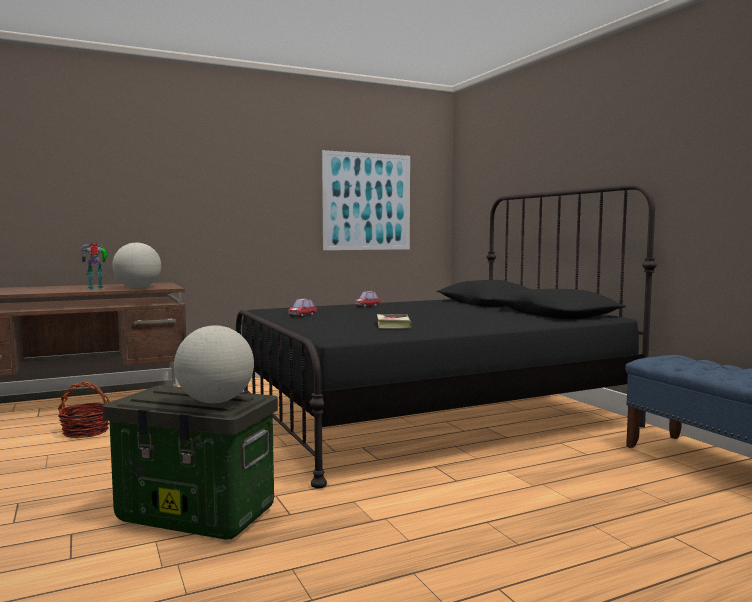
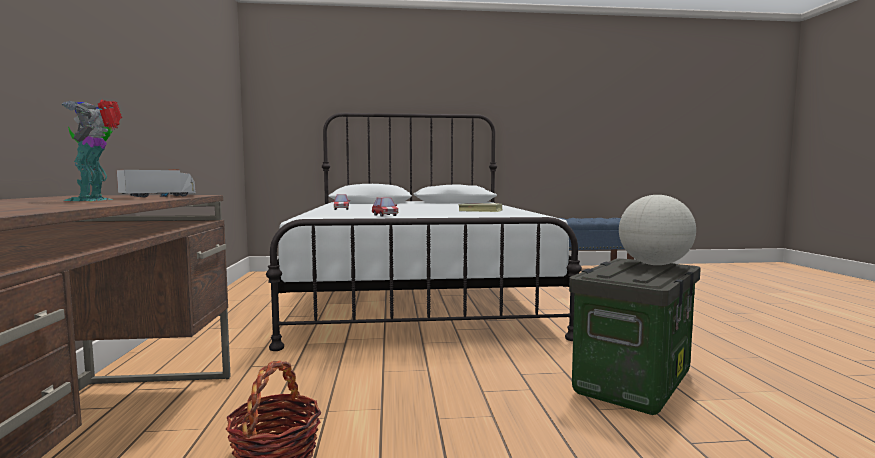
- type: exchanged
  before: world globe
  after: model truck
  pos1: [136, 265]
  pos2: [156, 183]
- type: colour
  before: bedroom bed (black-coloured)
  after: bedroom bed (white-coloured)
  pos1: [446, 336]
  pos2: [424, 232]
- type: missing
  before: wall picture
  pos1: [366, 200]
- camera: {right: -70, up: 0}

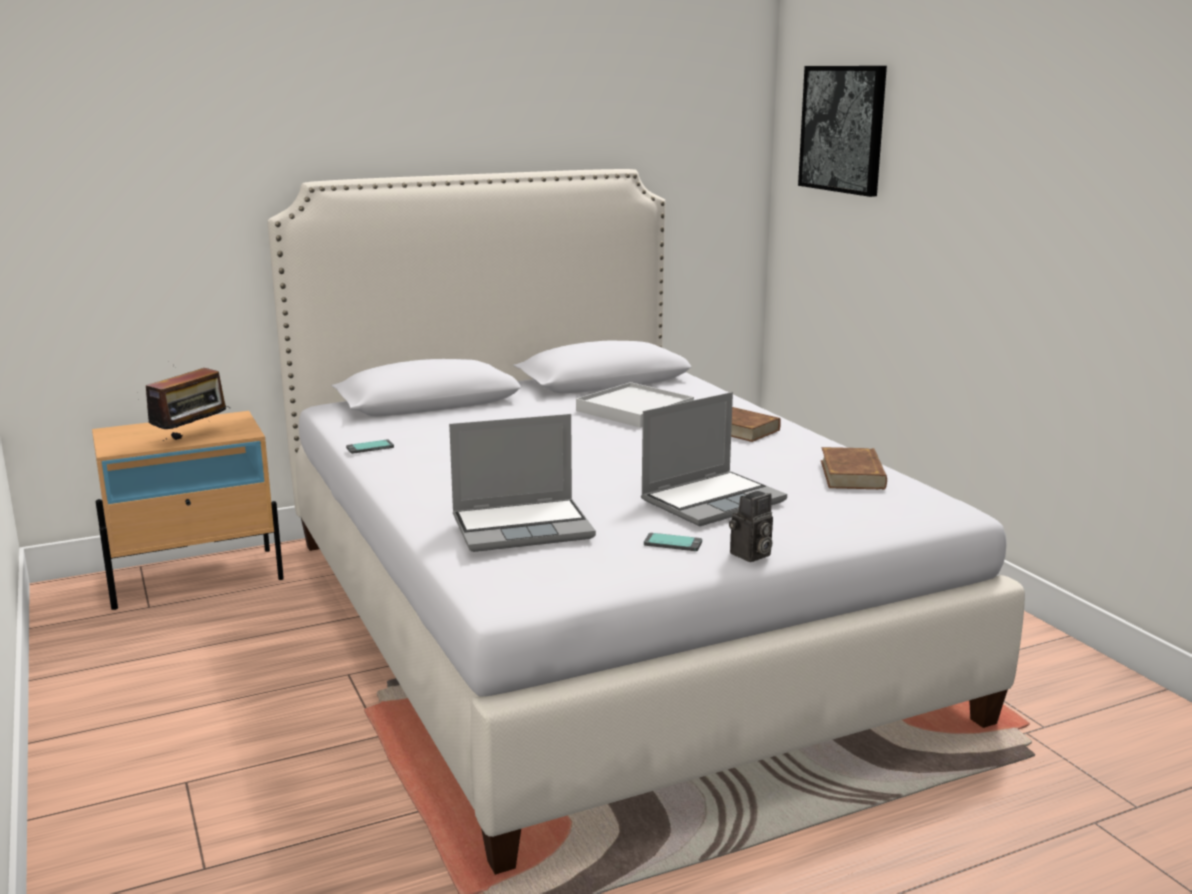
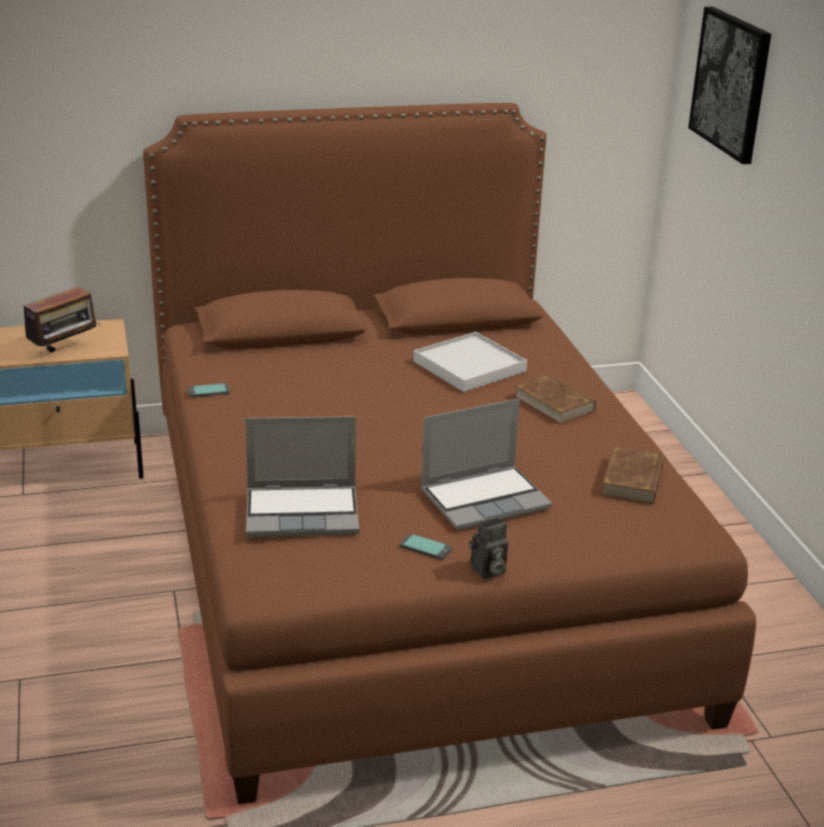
- type: colour
  before: bedroom bed (white-coloured)
  after: bedroom bed (brown)
  pos1: [646, 522]
  pos2: [449, 453]
- camera: {right: 10, up: 10}

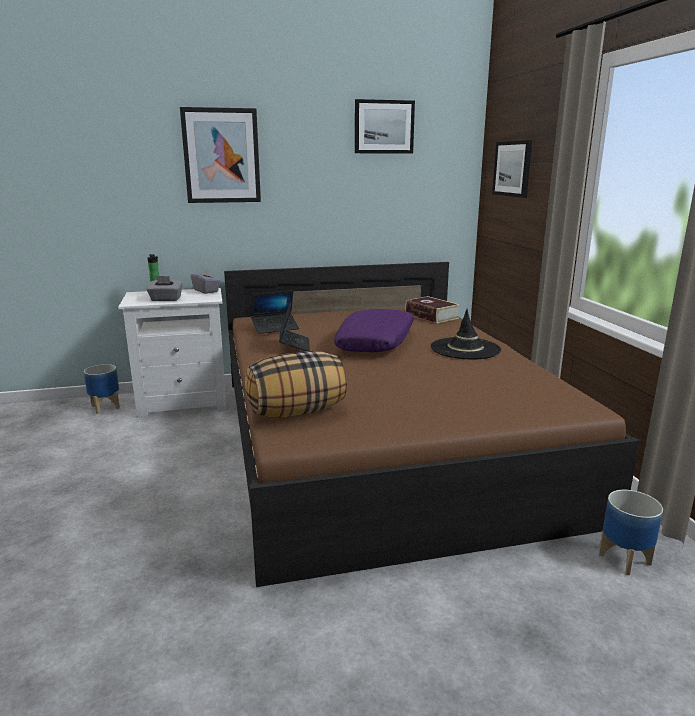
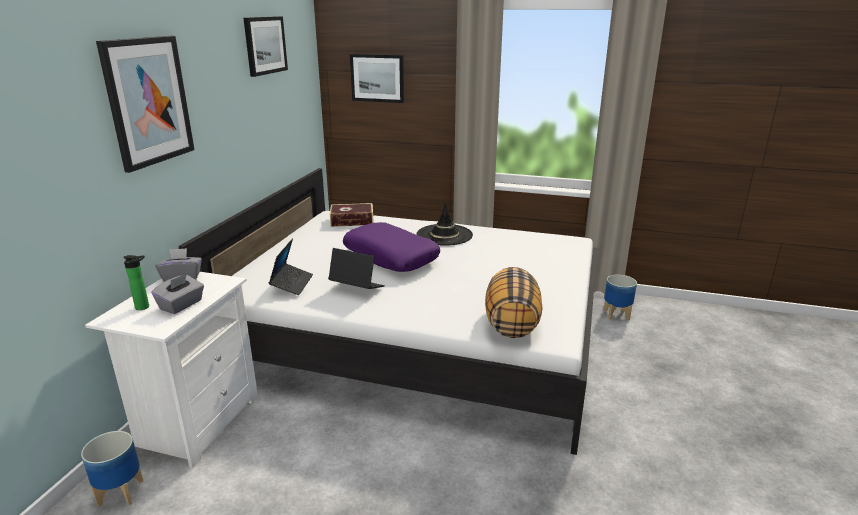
- type: colour
  before: bedroom bed (brown)
  after: bedroom bed (white-coloured)
  pos1: [432, 424]
  pos2: [387, 311]
- camera: {right: -60, up: 5}

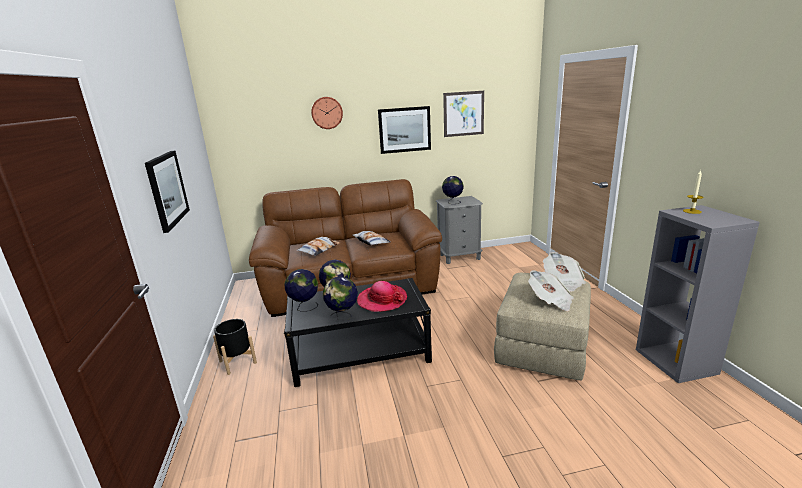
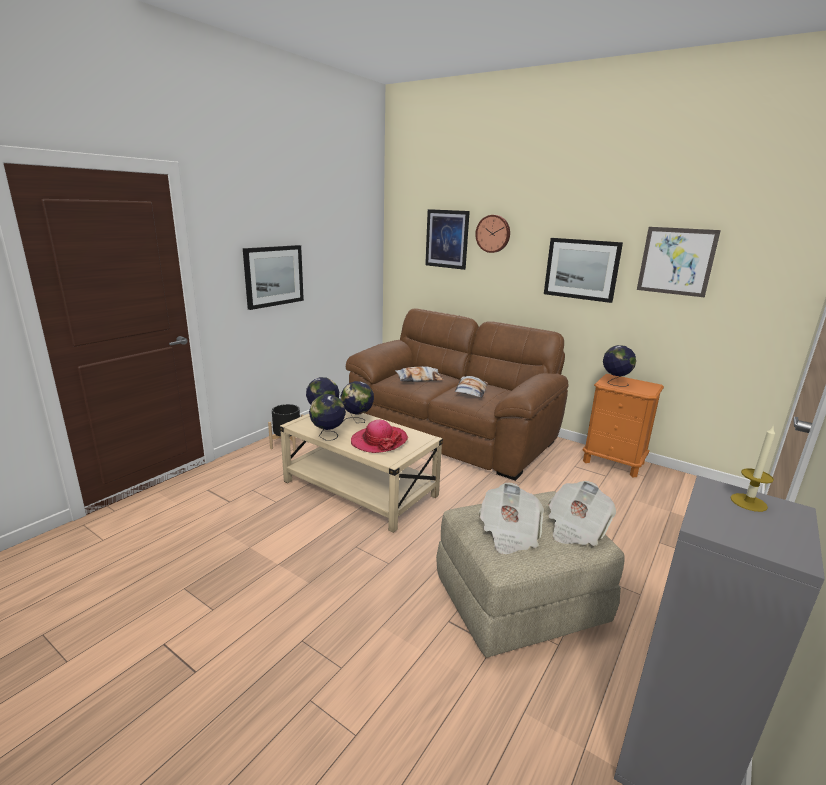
- type: colour
  before: coffee table (black-coloured)
  after: coffee table (beige-coloured)
  pos1: [358, 332]
  pos2: [361, 471]
- type: appeared
  after: wall picture
  pos2: [447, 239]
- type: colour
  before: night table (gray)
  after: night table (orangey)
  pos1: [459, 230]
  pos2: [623, 425]
- camera: {right: 45, up: 0}

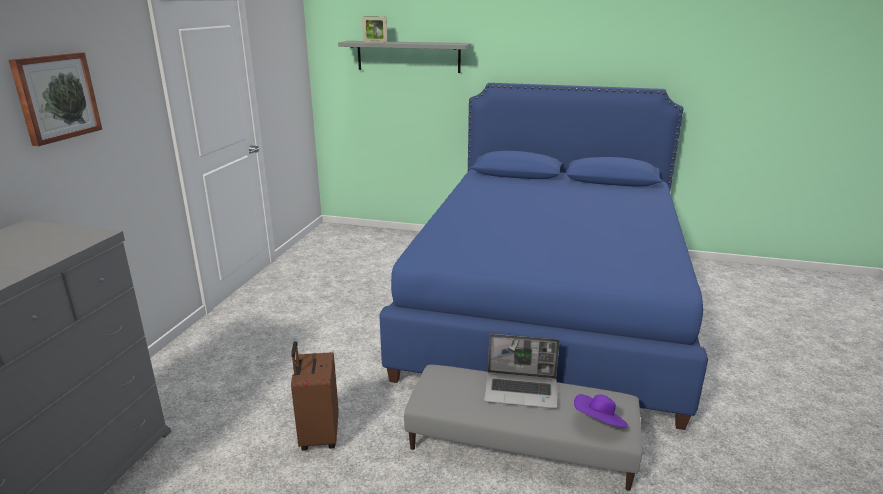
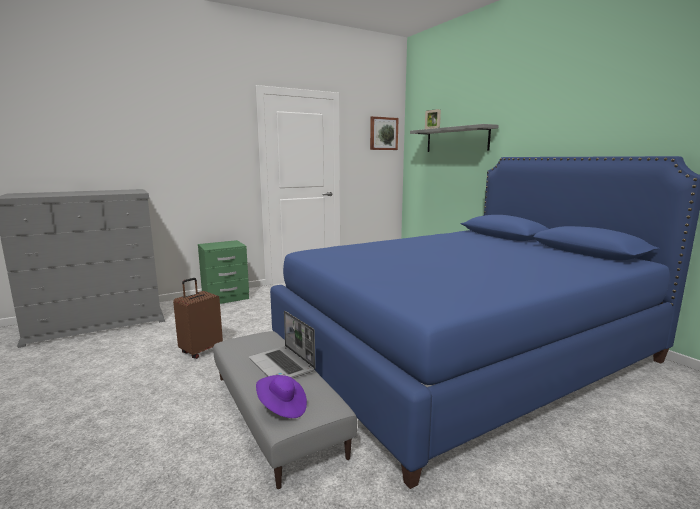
- type: appeared
  after: night table (green-coloured)
  pos2: [223, 272]
- type: relocated
  before: wall picture
  pos1: [55, 99]
  pos2: [384, 133]
- camera: {right: 45, up: -10}

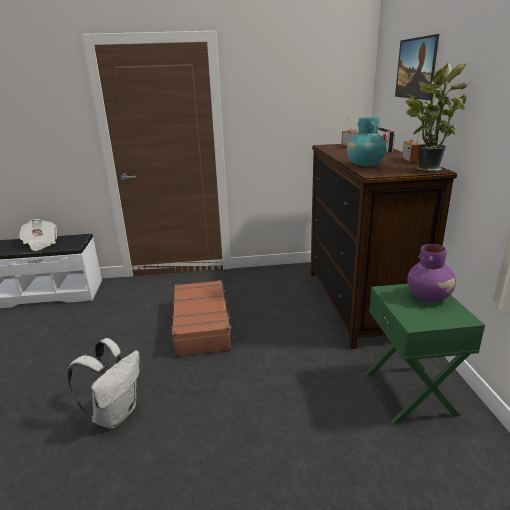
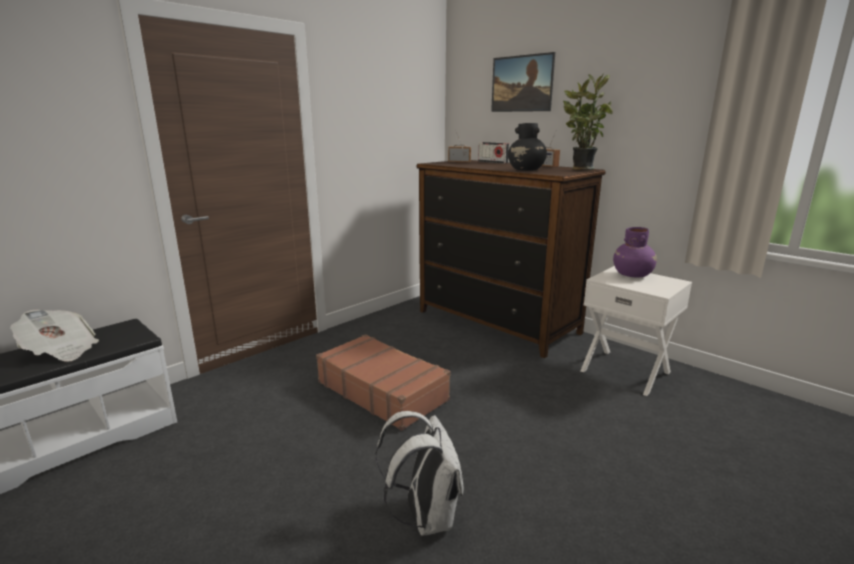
- type: colour
  before: vase (turquoise-coloured)
  after: vase (black-coloured)
  pos1: [367, 141]
  pos2: [527, 147]
- type: colour
  before: night table (green-coloured)
  after: night table (white-coloured)
  pos1: [425, 354]
  pos2: [636, 331]
- camera: {right: -40, up: -5}

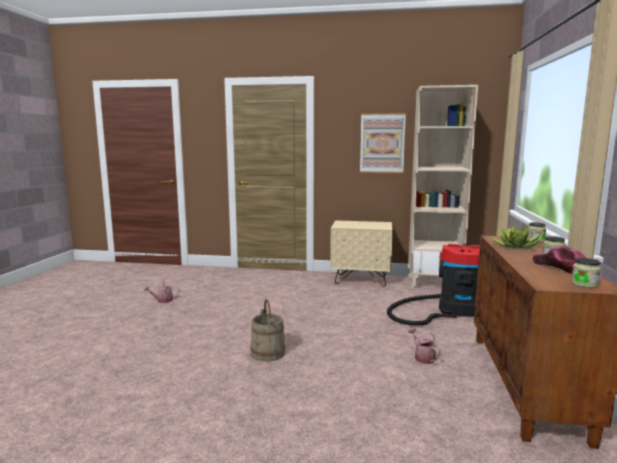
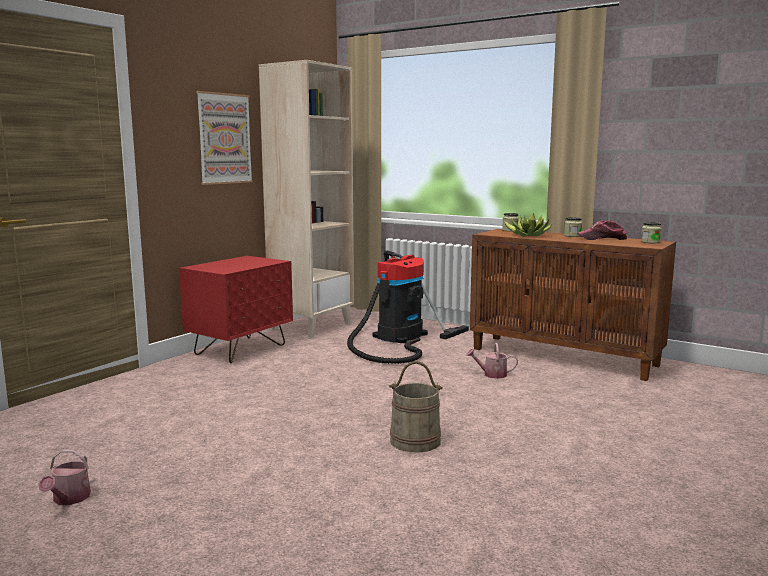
- type: colour
  before: night table (beige-coloured)
  after: night table (red-coloured)
  pos1: [361, 253]
  pos2: [236, 309]
- camera: {right: -65, up: 0}

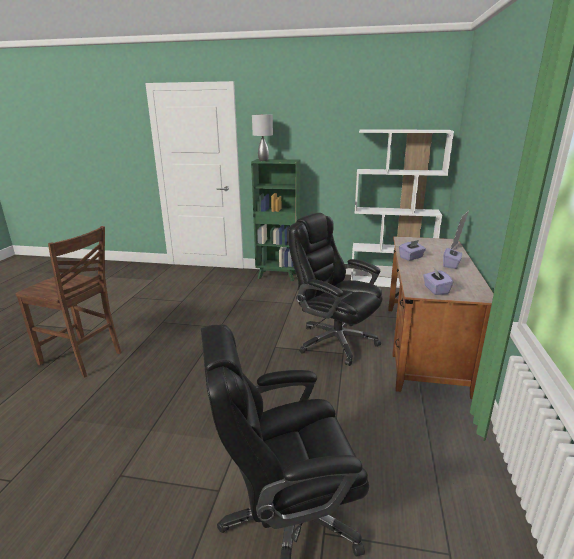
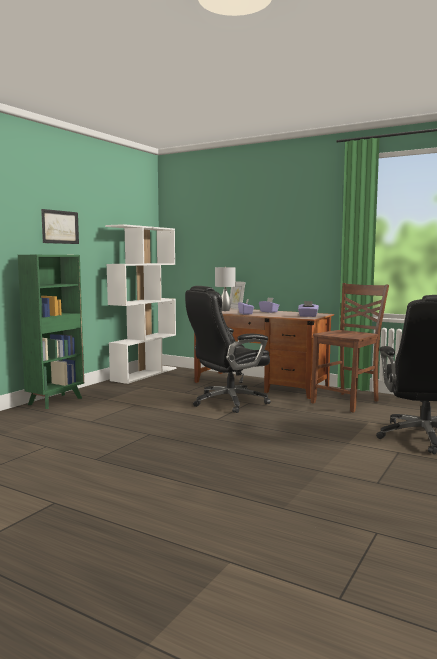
- type: appeared
  after: wall picture
  pos2: [60, 226]
- type: relocated
  before: lamp for a table (gray)
  pos1: [262, 137]
  pos2: [225, 289]
- type: relocated
  before: plain chair (brown)
  pos1: [68, 302]
  pos2: [350, 348]
- camera: {right: -70, up: -15}

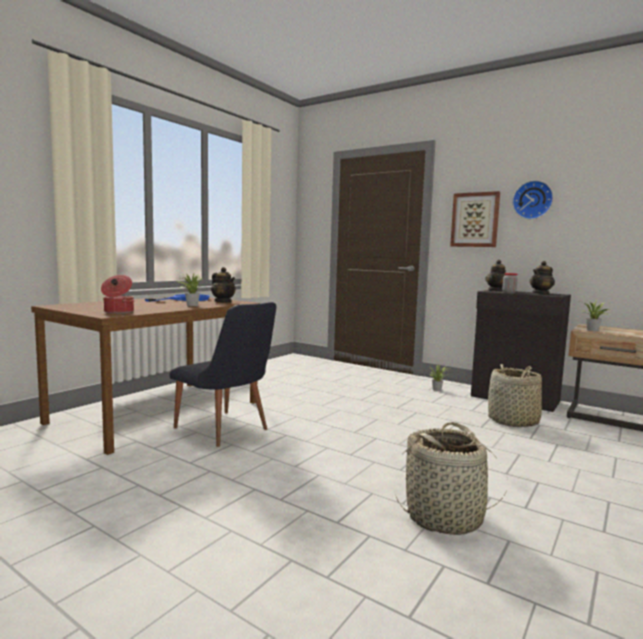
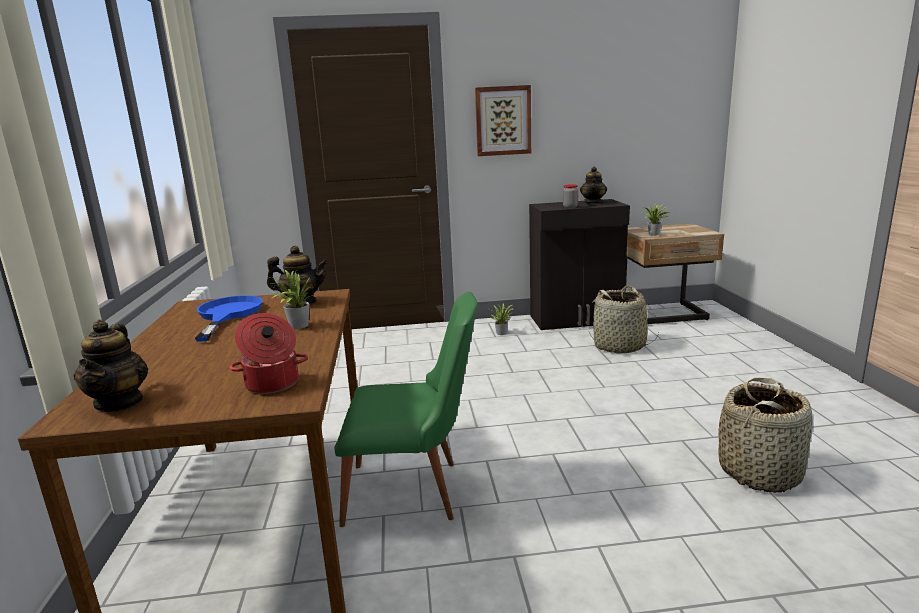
- type: relocated
  before: tea pot
  pos1: [495, 275]
  pos2: [111, 366]
- type: colour
  before: plain chair (black-coloured)
  after: plain chair (green-coloured)
  pos1: [223, 374]
  pos2: [406, 409]
- type: missing
  before: wall clock
  pos1: [532, 199]
- camera: {right: -40, up: 10}

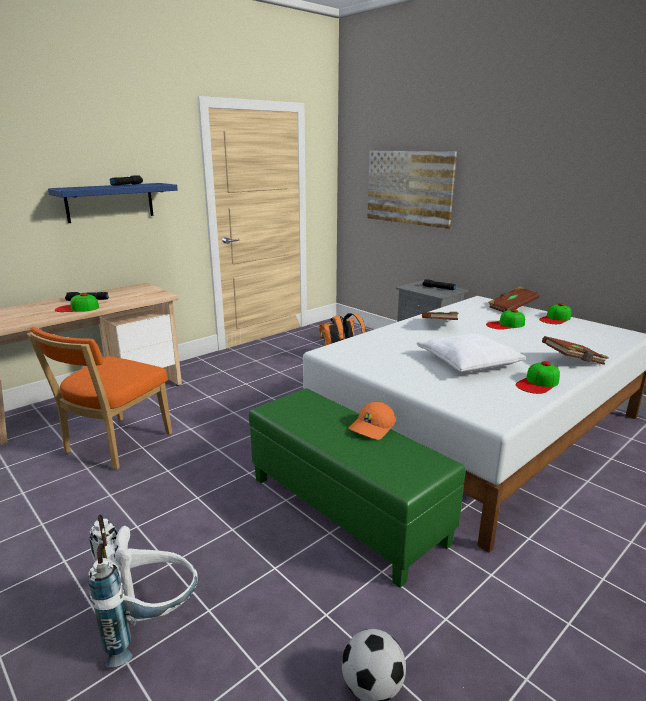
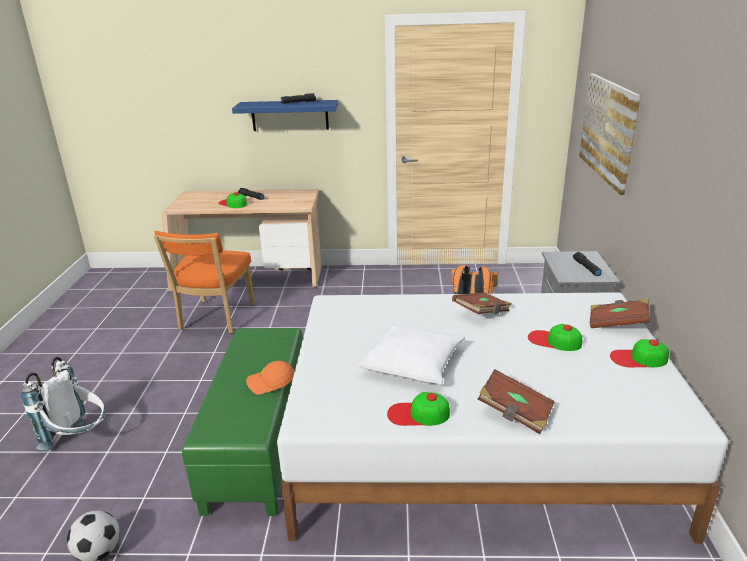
- type: spun
  before: plain chair (orangey)
  pos1: [99, 398]
  pos2: [204, 282]
  turn: -60
- camera: {right: 45, up: 5}

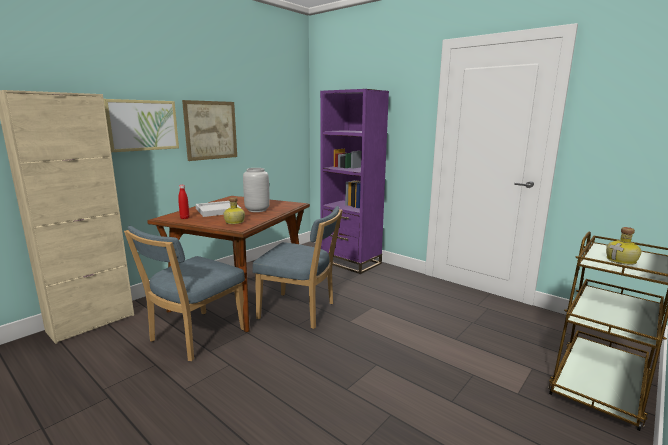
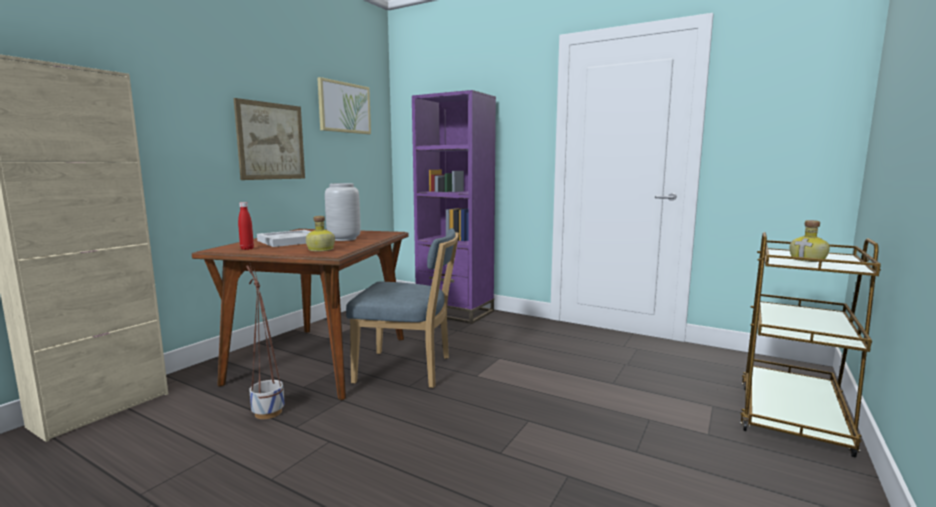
- type: exchanged
  before: plain chair (blue)
  after: flower pot
  pos1: [184, 293]
  pos2: [265, 341]
- type: relocated
  before: wall picture
  pos1: [141, 125]
  pos2: [344, 105]
- camera: {right: -10, up: -5}

